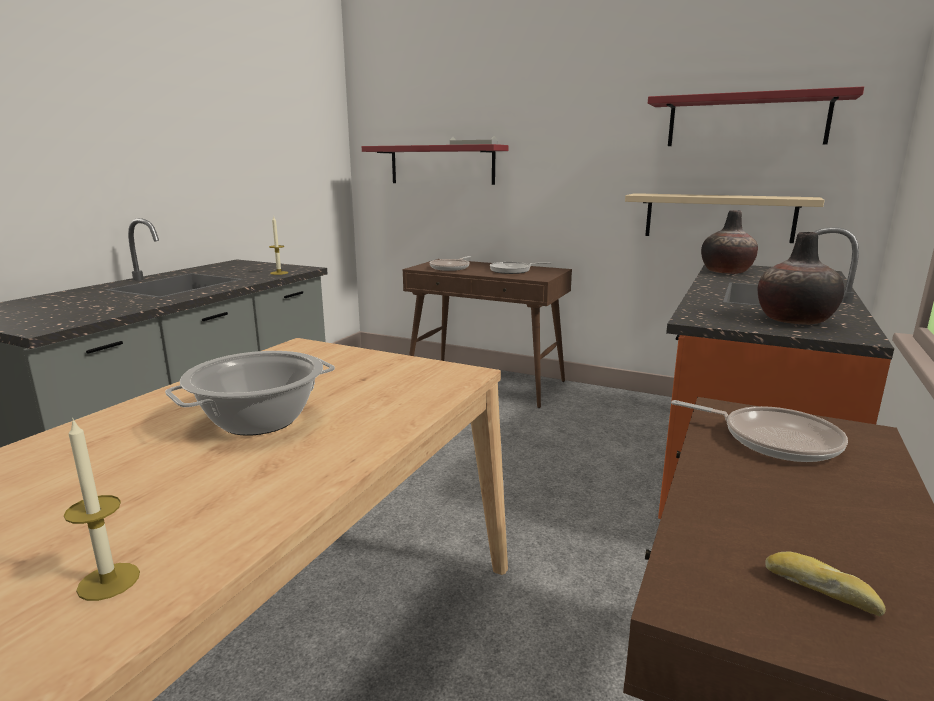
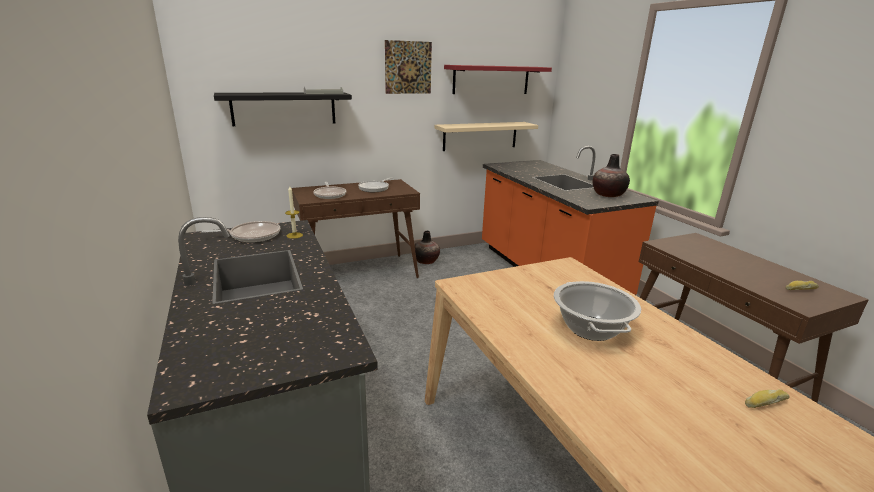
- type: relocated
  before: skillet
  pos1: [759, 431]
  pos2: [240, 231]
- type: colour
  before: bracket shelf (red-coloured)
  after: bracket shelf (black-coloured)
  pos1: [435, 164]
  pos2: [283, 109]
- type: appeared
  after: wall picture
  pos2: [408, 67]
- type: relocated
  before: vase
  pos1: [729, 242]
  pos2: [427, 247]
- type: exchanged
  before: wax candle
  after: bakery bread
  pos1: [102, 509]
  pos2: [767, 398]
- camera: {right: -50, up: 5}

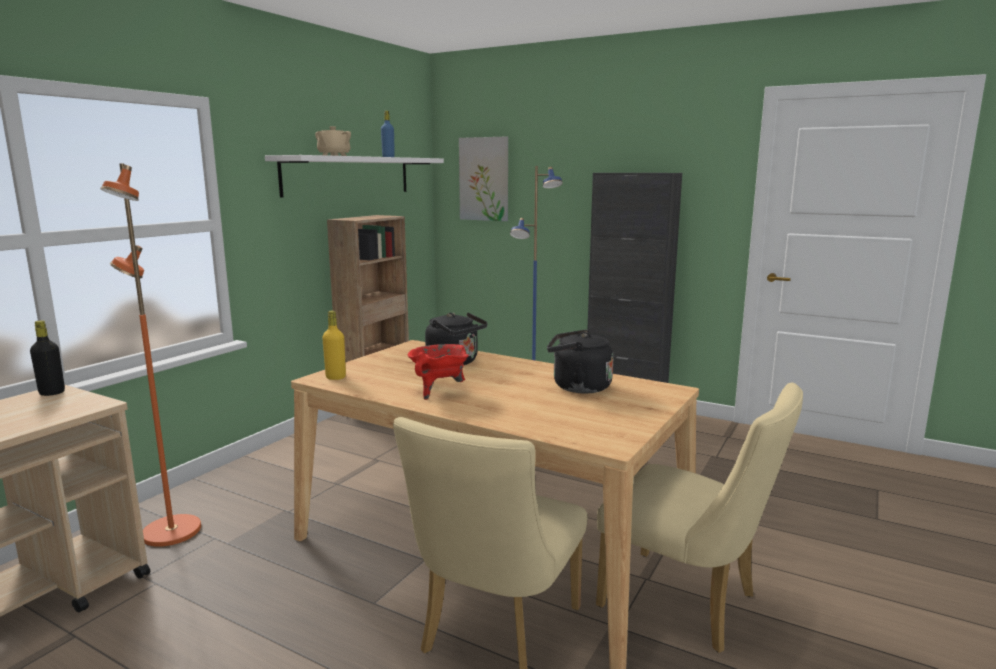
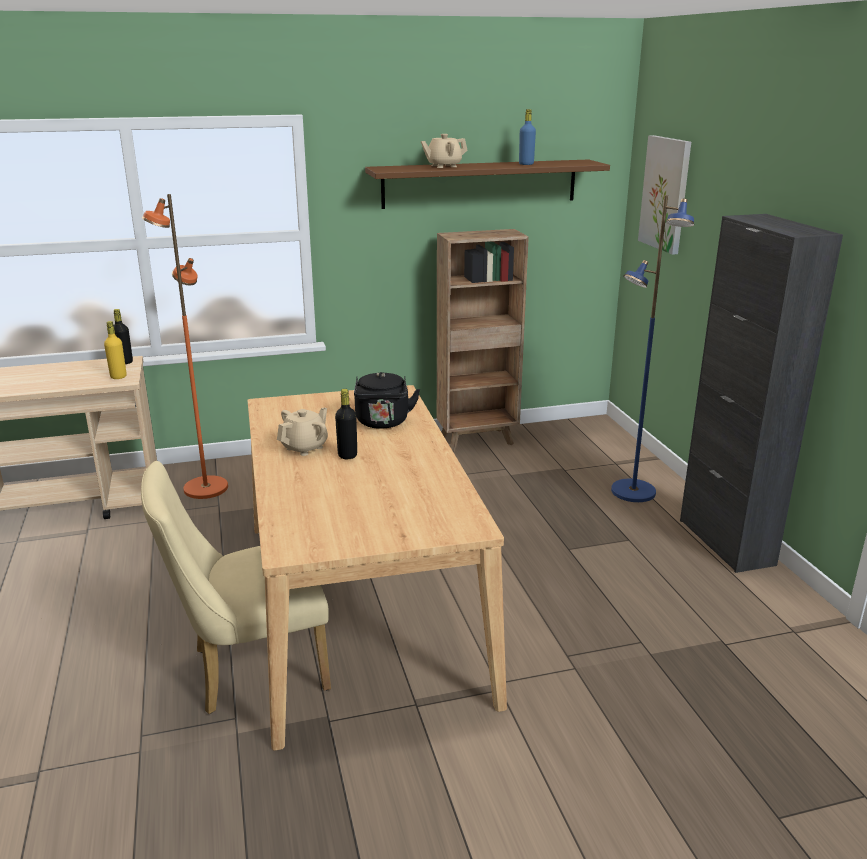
- type: relocated
  before: bottle (yellow)
  pos1: [334, 345]
  pos2: [115, 350]
- type: exchanged
  before: saucepot (red-coloured)
  after: tea pot (beige-coloured)
  pos1: [438, 372]
  pos2: [302, 431]
- type: appeared
  after: bottle (black-coloured)
  pos2: [346, 424]
- type: colour
  before: bracket shelf (white-coloured)
  after: bracket shelf (brown)
  pos1: [354, 176]
  pos2: [487, 184]
- type: missing
  before: water kettle (black-coloured)
  pos1: [580, 362]
- type: missing
  before: plain chair (beige-coloured)
  pos1: [699, 518]
- camera: {right: 45, up: 10}

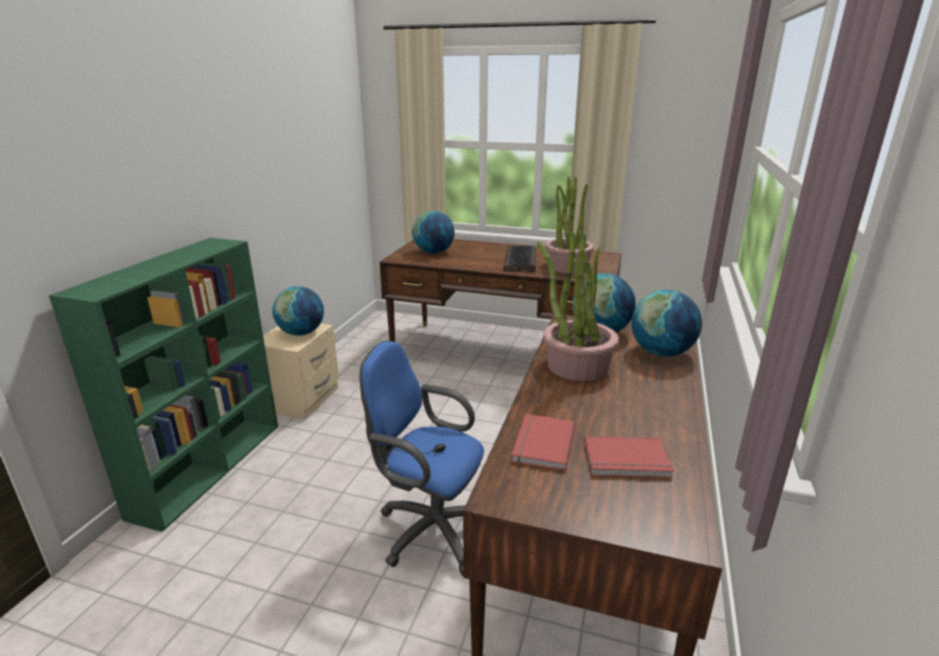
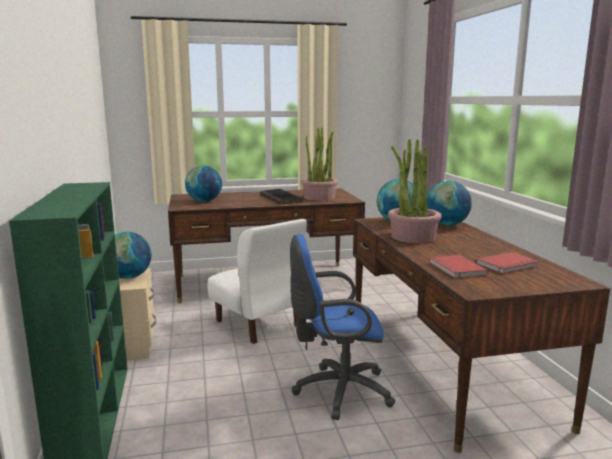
- type: appeared
  after: plain chair (white-coloured)
  pos2: [257, 281]
- camera: {right: -30, up: -10}

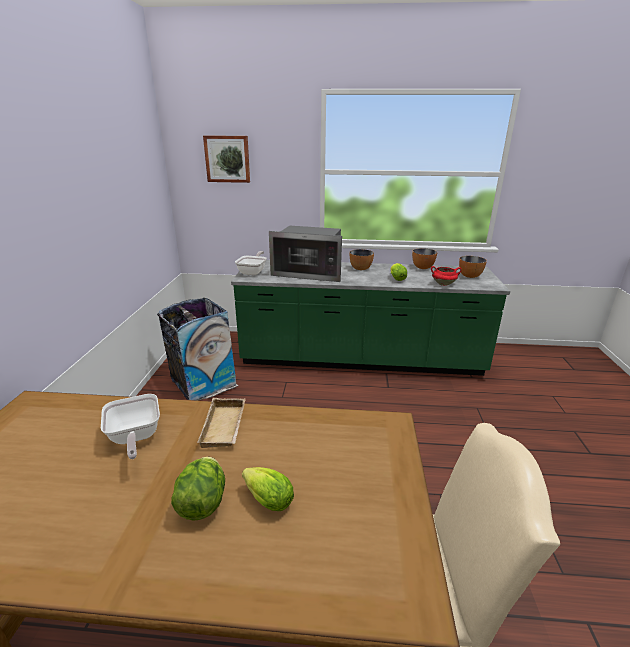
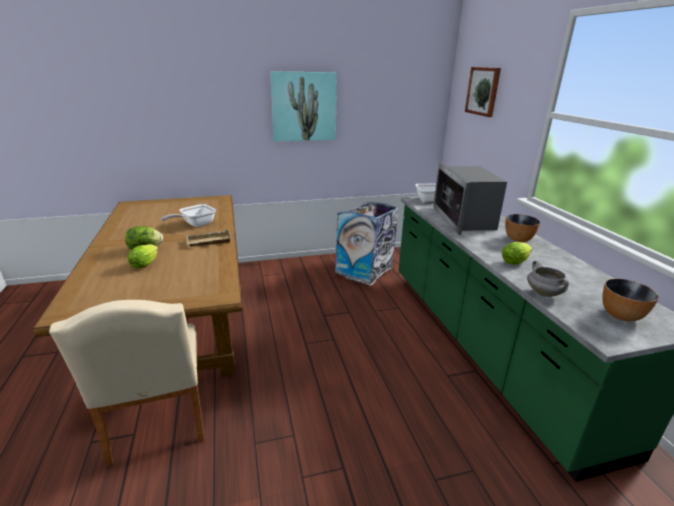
- type: appeared
  after: wall picture
  pos2: [303, 106]
- type: colour
  before: saucepot (red-coloured)
  after: saucepot (gray)
  pos1: [446, 276]
  pos2: [548, 278]
- type: missing
  before: bowl
  pos1: [424, 258]
- camera: {right: 70, up: 0}

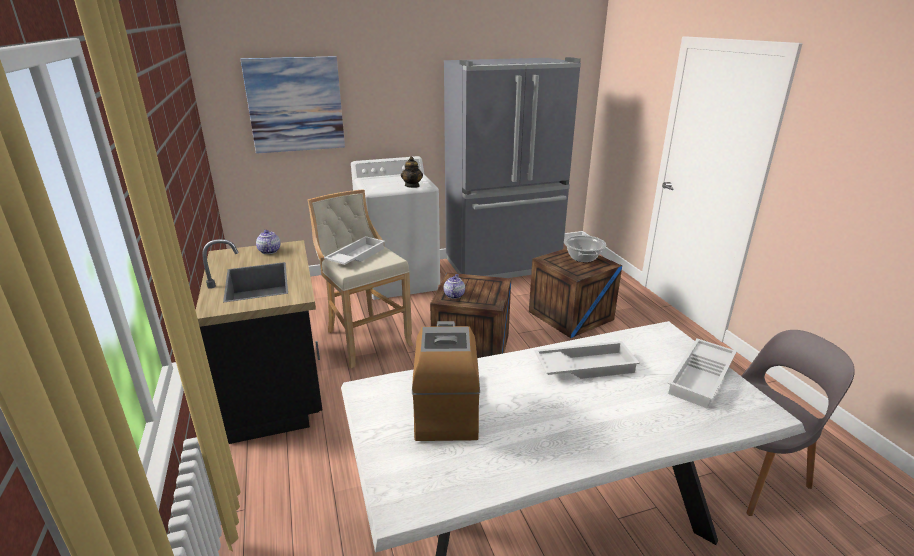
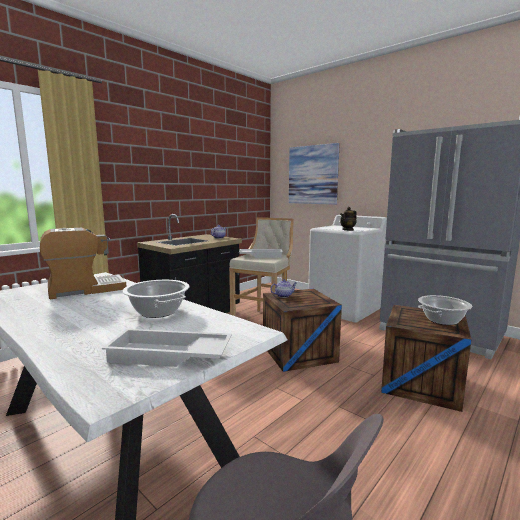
- type: exchanged
  before: serving tray (white-coloured)
  after: saucepot
  pos1: [587, 360]
  pos2: [156, 299]
- camera: {right: 60, up: -15}

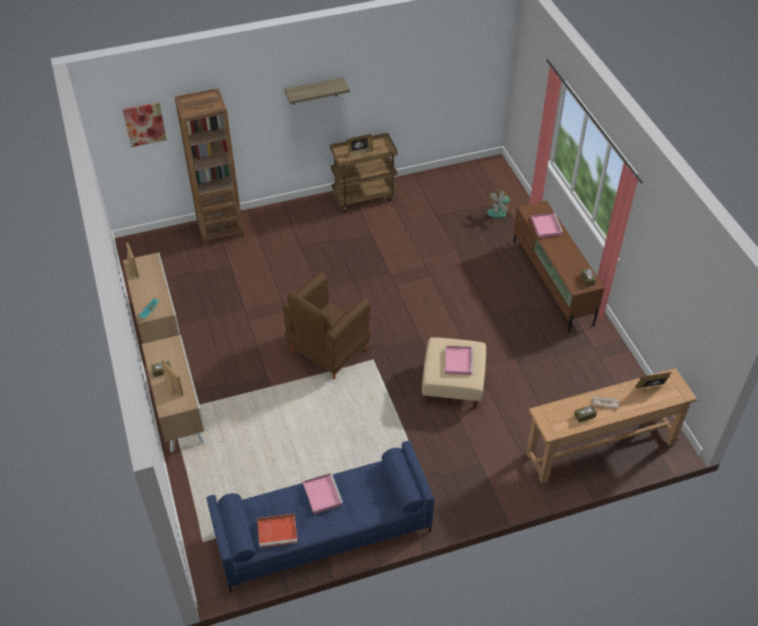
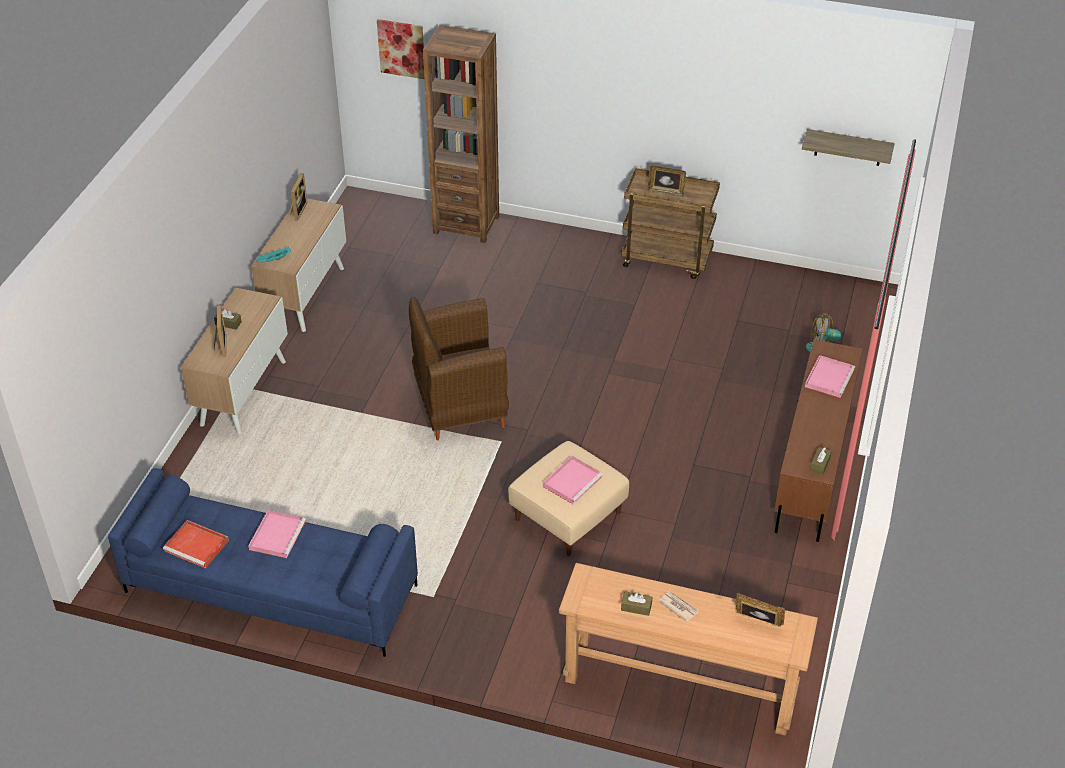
- type: relocated
  before: bracket shelf
  pos1: [317, 91]
  pos2: [848, 147]
- camera: {right: 35, up: -5}

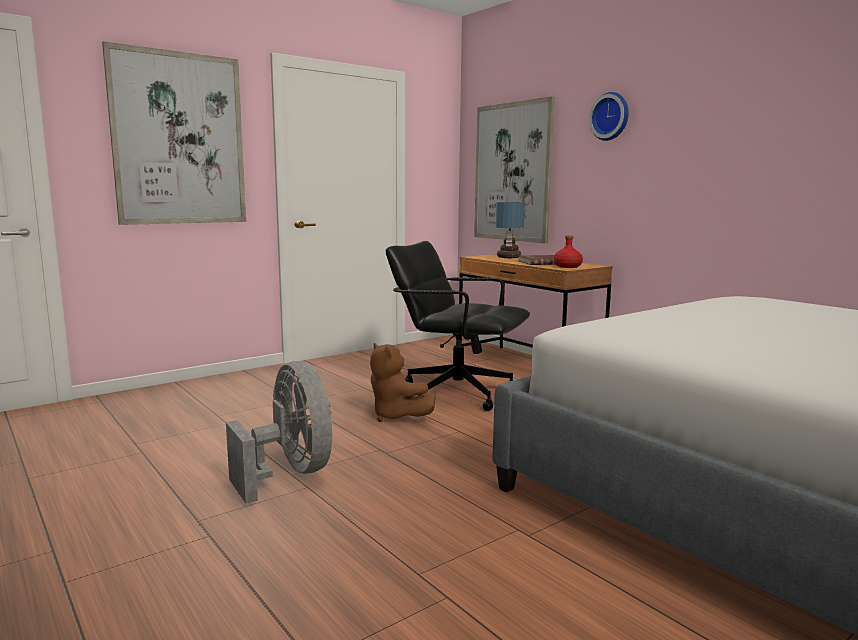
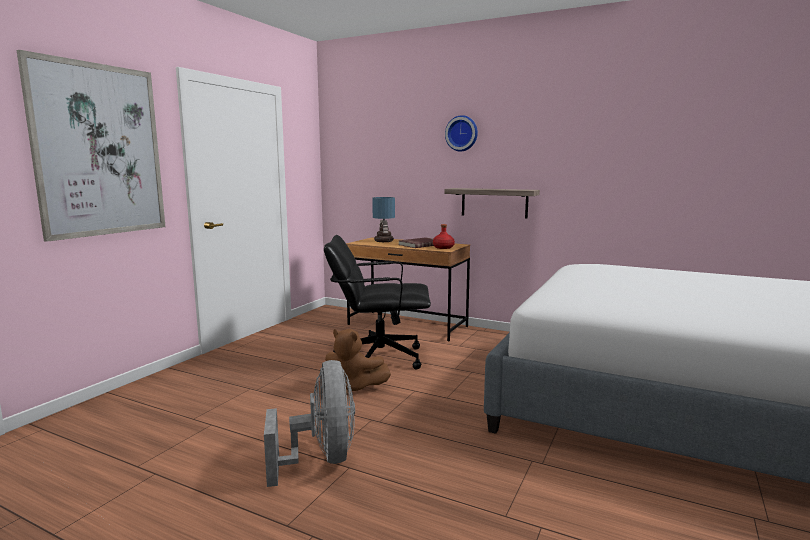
- type: spun
  before: electric fan (gray)
  pos1: [279, 432]
  pos2: [309, 423]
  turn: 45
- type: appeared
  after: bracket shelf
  pos2: [492, 203]
- type: missing
  before: wall picture
  pos1: [514, 170]
- camera: {right: -25, up: 0}

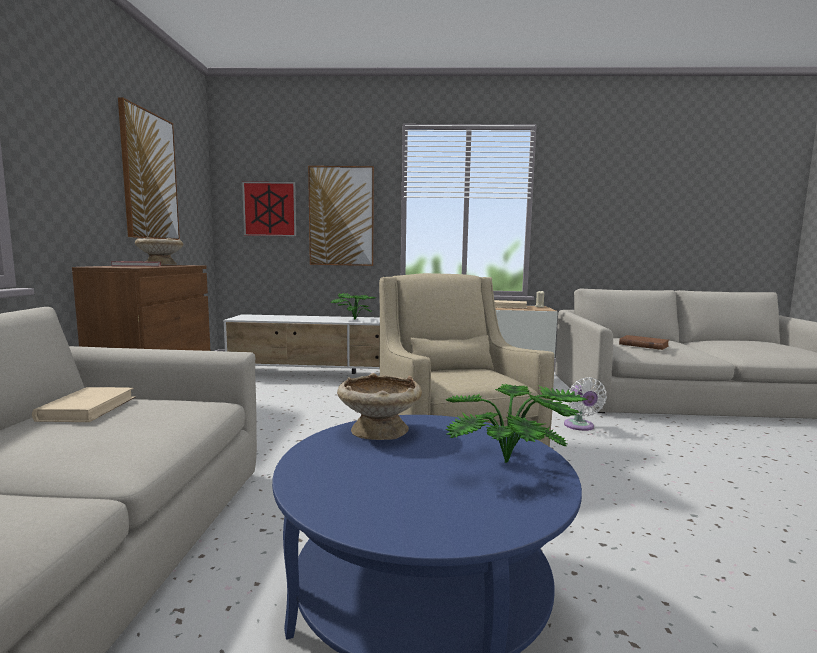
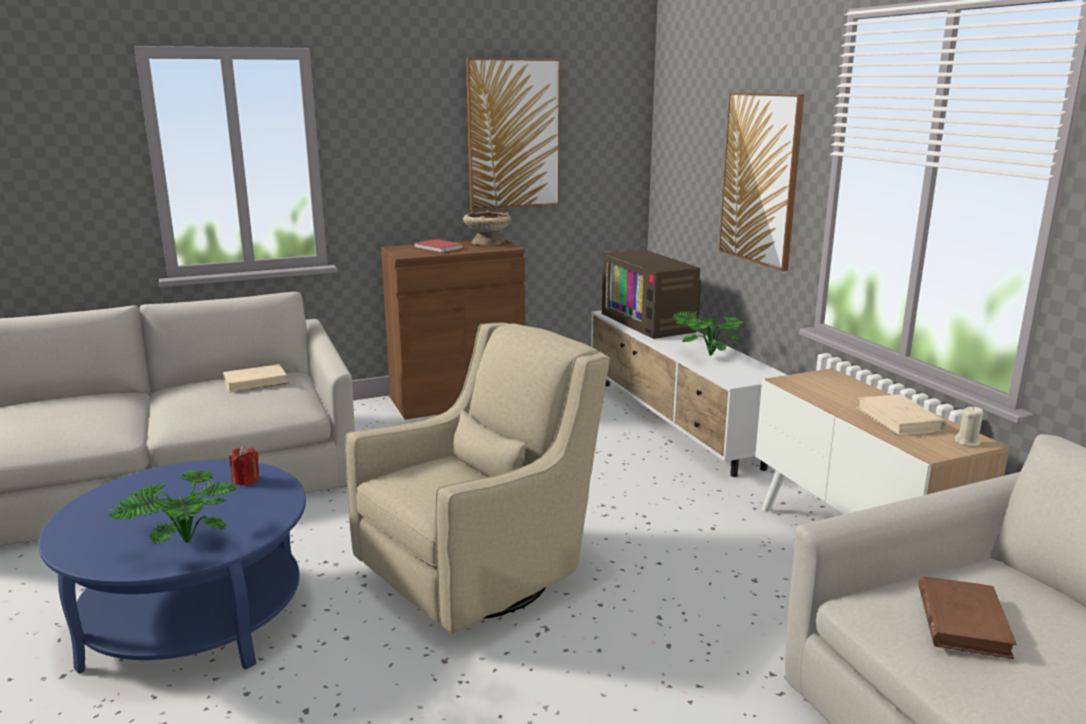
- type: exchanged
  before: bowl (beige-coloured)
  after: wax candle (red-coloured)
  pos1: [379, 406]
  pos2: [244, 466]
- type: appeared
  after: TV set
  pos2: [651, 294]
- type: missing
  before: wall picture
  pos1: [269, 209]
- type: missing
  before: electric fan (white-coloured)
  pos1: [585, 404]
- camera: {right: 65, up: 10}

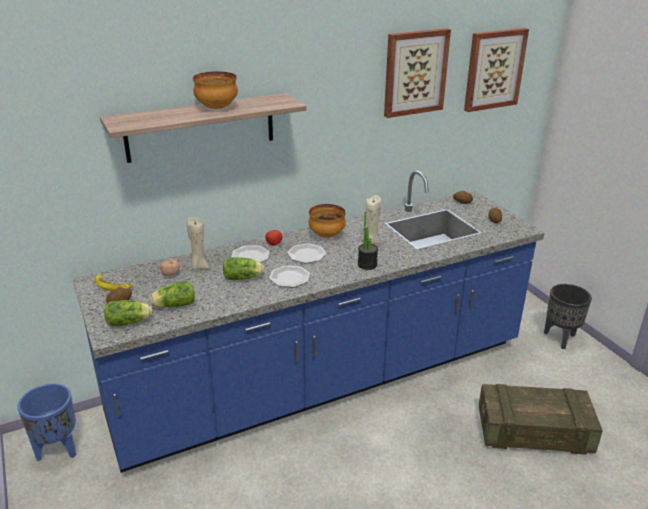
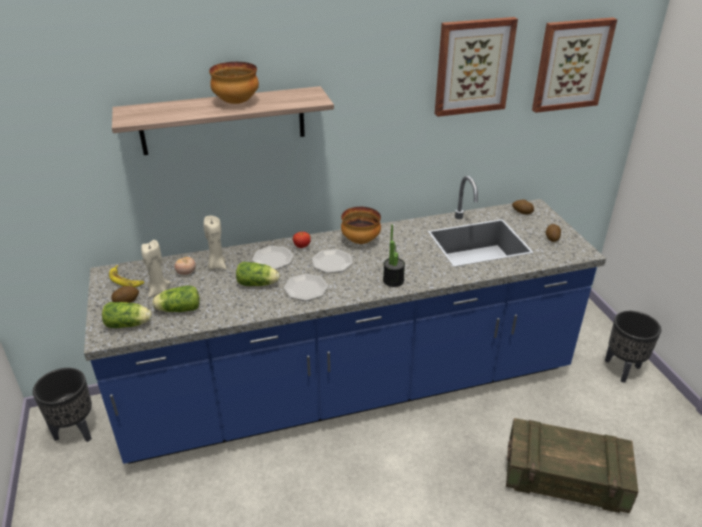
- type: colour
  before: flower pot (blue)
  after: flower pot (black-coloured)
  pos1: [47, 422]
  pos2: [62, 405]
- type: relocated
  before: wax candle (beige-coloured)
  pos1: [371, 219]
  pos2: [156, 269]
- camera: {right: 10, up: 5}

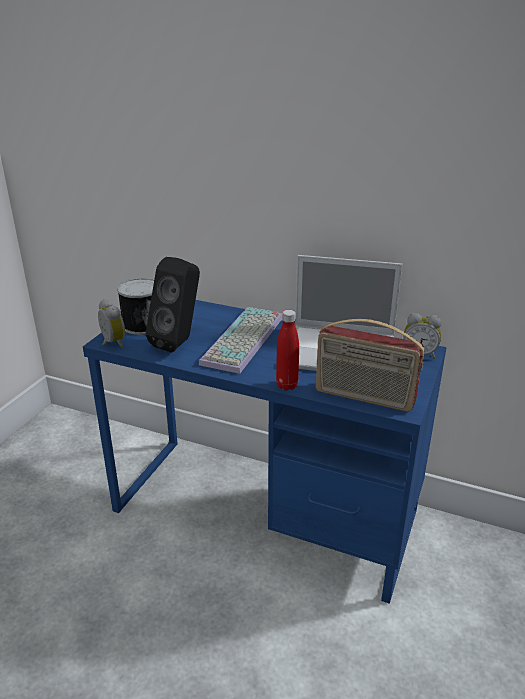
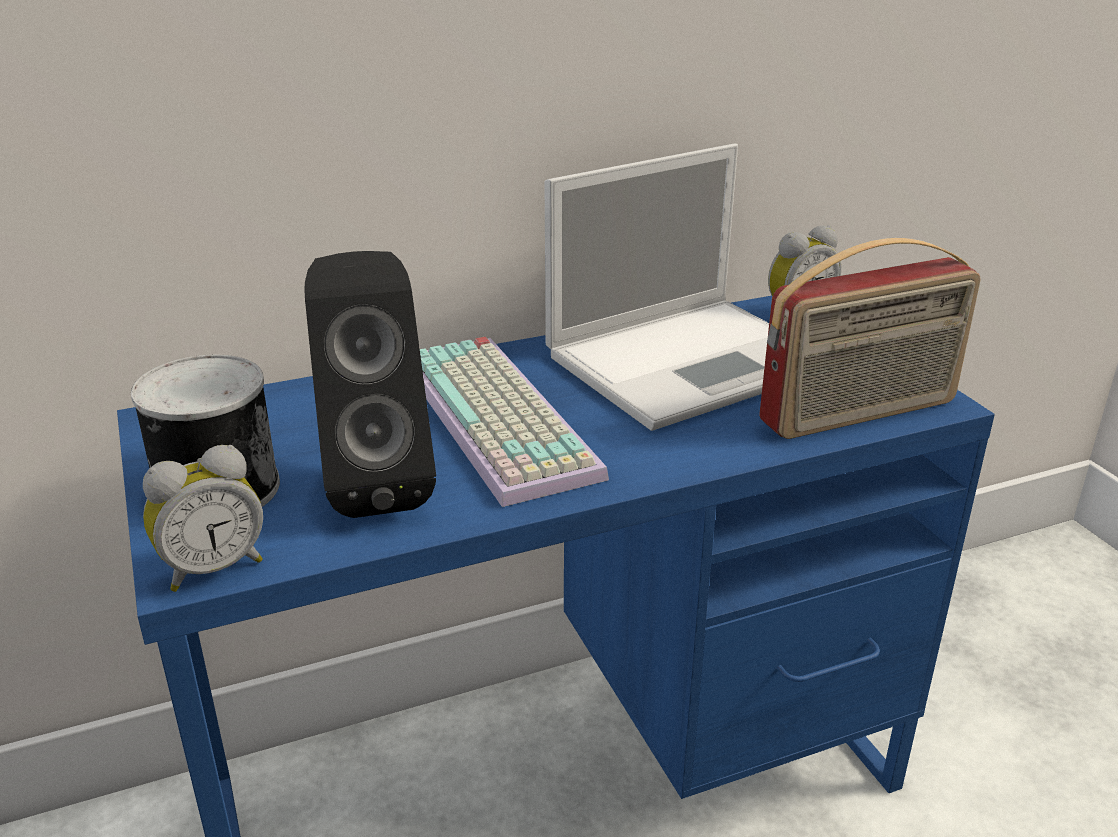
- type: spun
  before: bedside clock
  pos1: [111, 323]
  pos2: [203, 518]
  turn: 135
- type: missing
  before: bottle (red-coloured)
  pos1: [287, 350]
- camera: {right: -45, up: 0}

